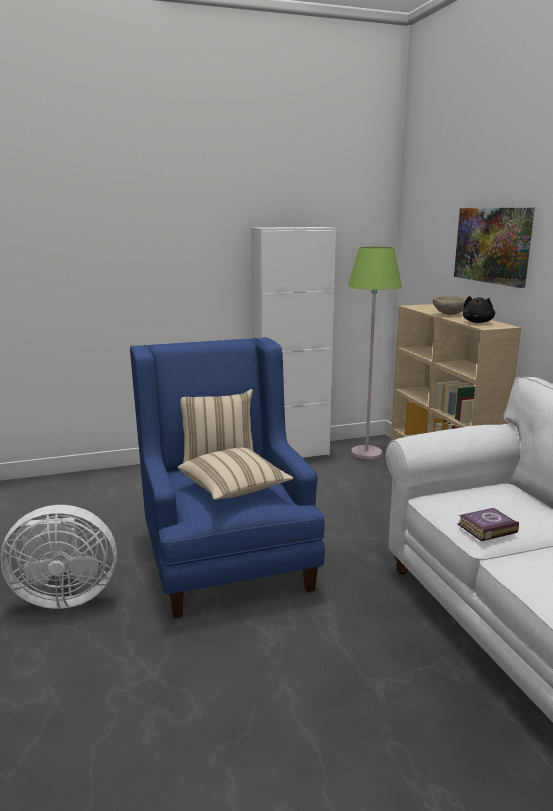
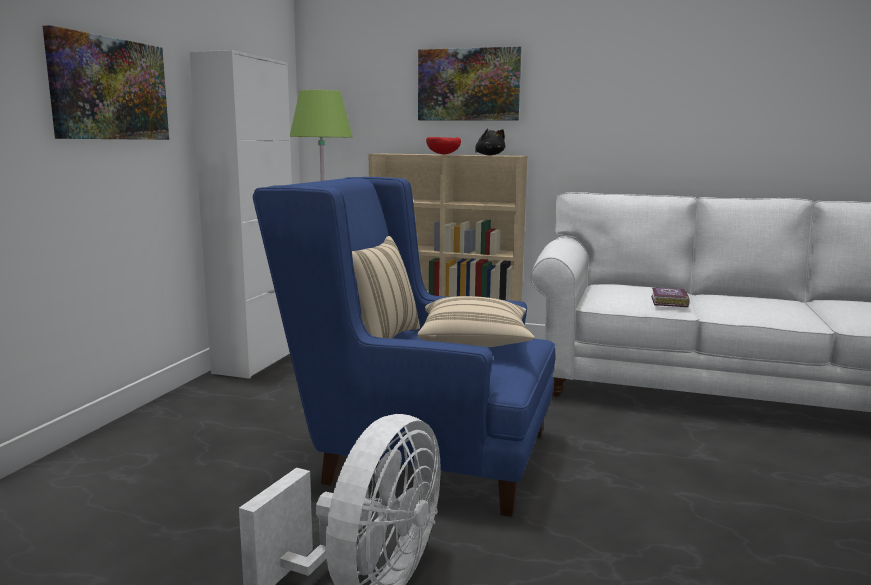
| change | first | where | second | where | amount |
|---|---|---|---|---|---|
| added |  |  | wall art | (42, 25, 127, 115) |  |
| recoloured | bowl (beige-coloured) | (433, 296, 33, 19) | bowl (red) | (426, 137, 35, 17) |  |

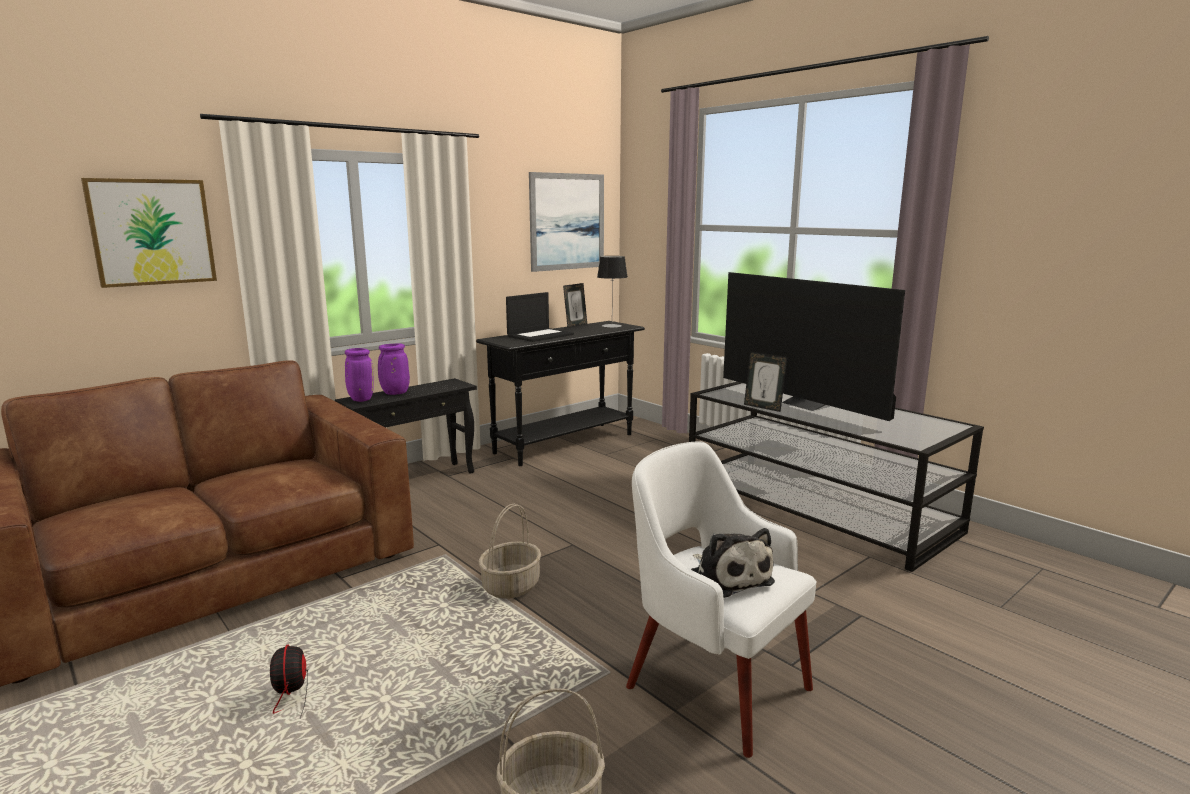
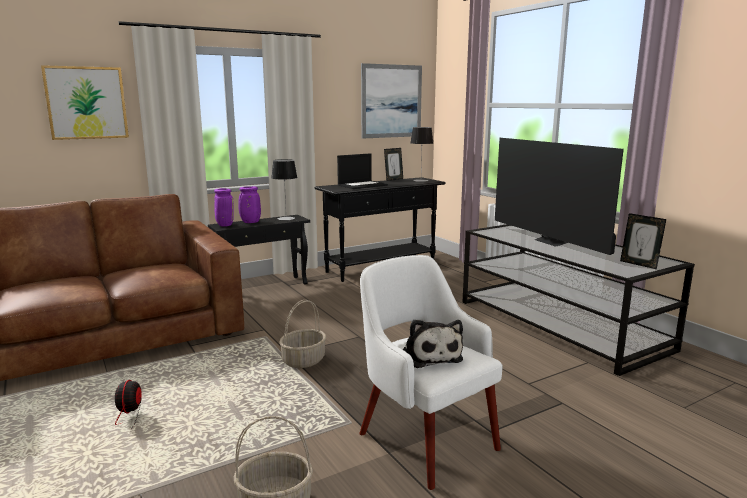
| change | first | where | second | where | amount |
|---|---|---|---|---|---|
| added |  |  | tabletop lamp | (271, 159, 27, 62) |  |
| moved | photo frame | (744, 351, 44, 61) |  | (620, 213, 46, 56) |  |

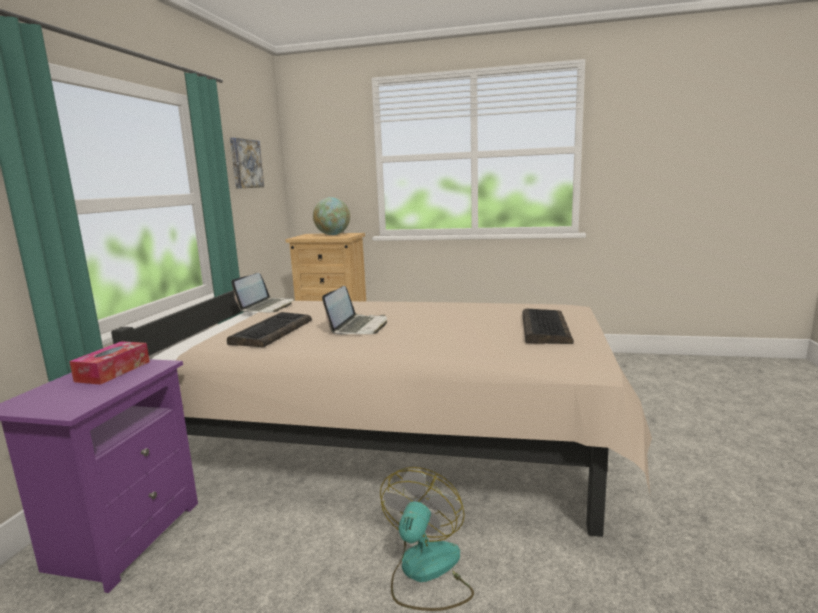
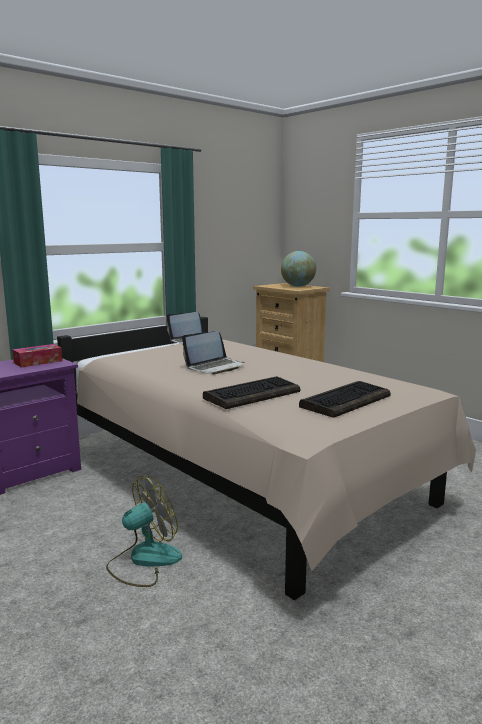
| change | first | where | second | where | amount |
|---|---|---|---|---|---|
| removed | wall art | (230, 138, 34, 51) |  |  |  |
| moved | computer keyboard | (227, 312, 85, 35) |  | (203, 376, 97, 33) |  |

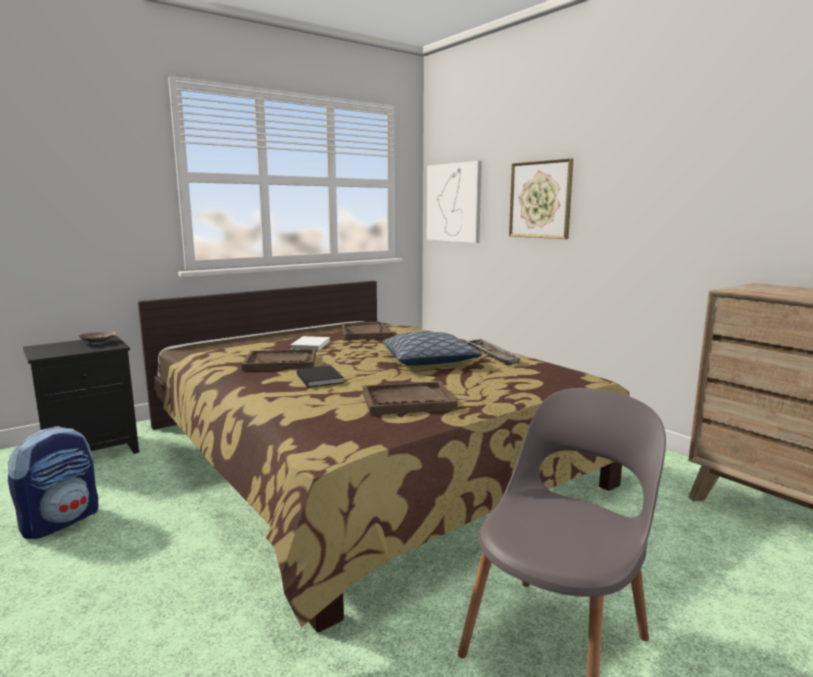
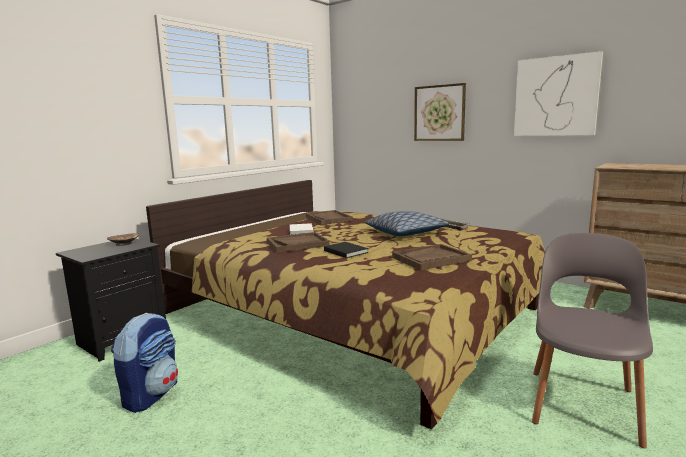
| change | first | where | second | where | amount |
|---|---|---|---|---|---|
| moved | wall art | (427, 161, 55, 82) |  | (514, 51, 89, 85) |  |

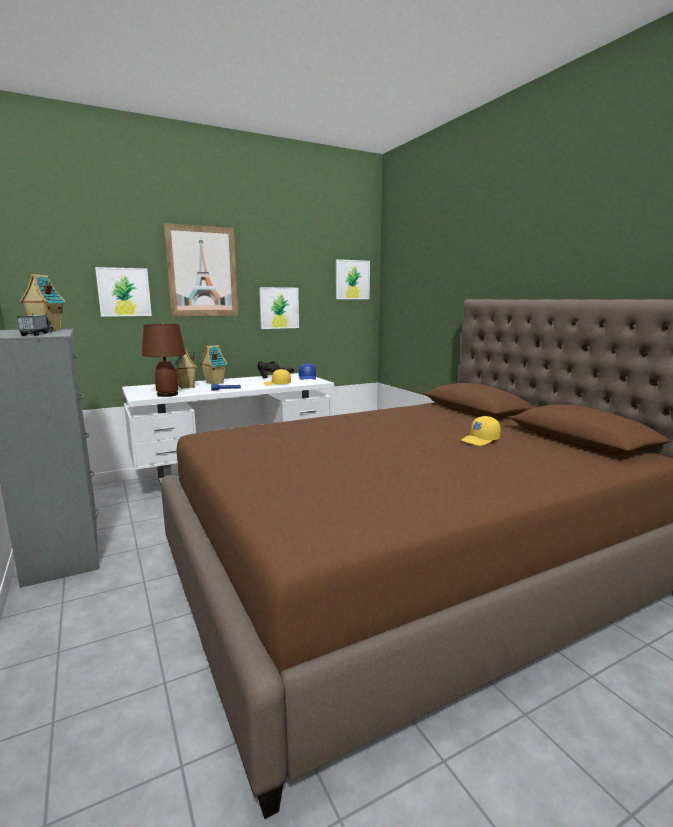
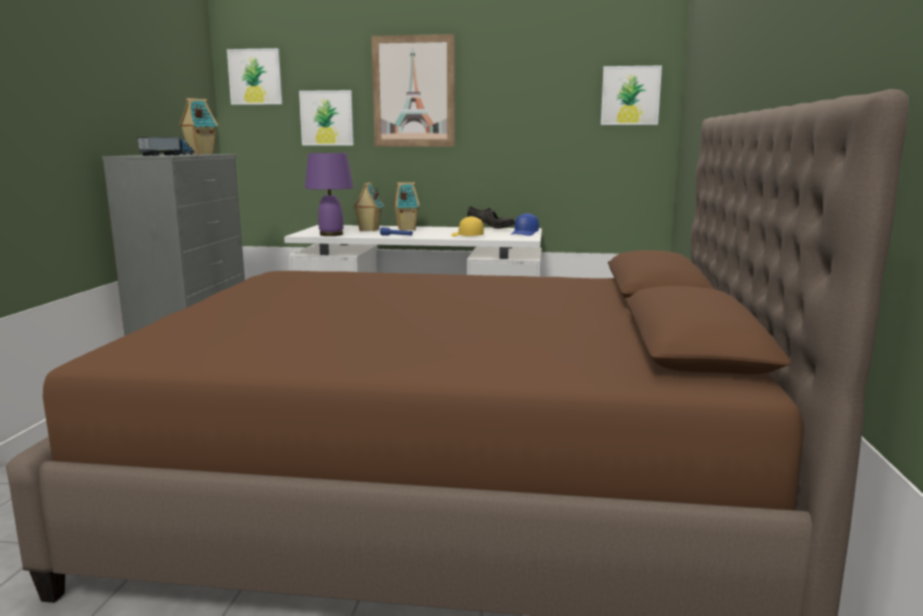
| change | first | where | second | where | amount |
|---|---|---|---|---|---|
| removed | cap (yellow) | (461, 416, 40, 30) |  |  |  |
| moved | wall art | (259, 287, 40, 42) |  | (227, 48, 55, 57) |  |
| recoloured | tabletop lamp (brownish) | (142, 324, 44, 73) | tabletop lamp (purplish) | (305, 153, 48, 83) |  |

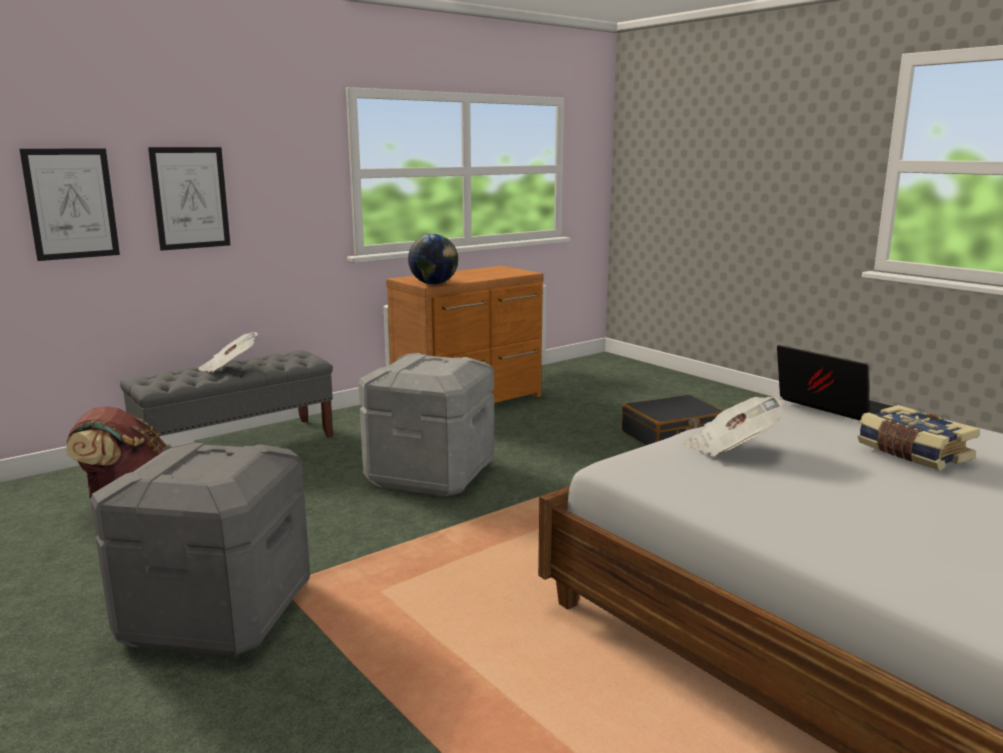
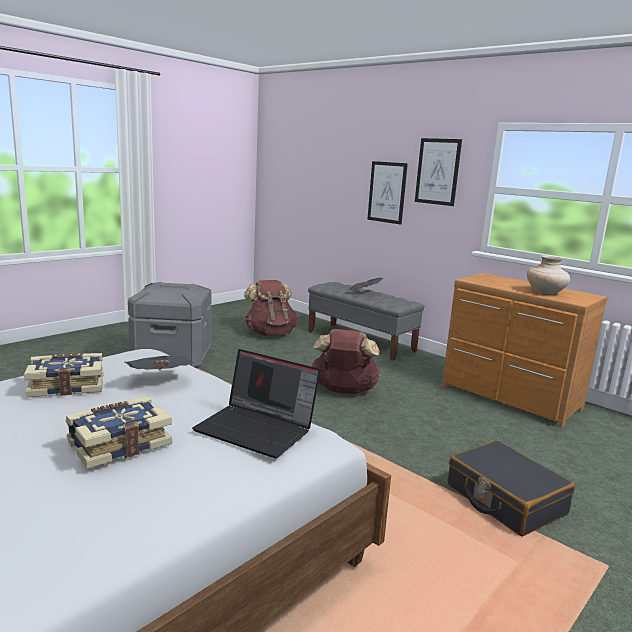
| change | first | where | second | where | amount |
|---|---|---|---|---|---|
| removed | desk globe | (408, 234, 50, 51) |  |  |  |
| added |  |  | book | (24, 353, 79, 44) |  |
| added |  |  | flower vase (beige-coloured) | (527, 256, 43, 39) |  |
| moved | wall art | (19, 149, 101, 112) |  | (415, 138, 47, 68) |  |
| replaced | storage bin (gray) | (359, 353, 135, 144) | knapsack (brownish) | (312, 329, 69, 65) |  |
| turned | laptop | (777, 345, 116, 75) |  | (192, 349, 128, 109) | 75 degrees clockwise |

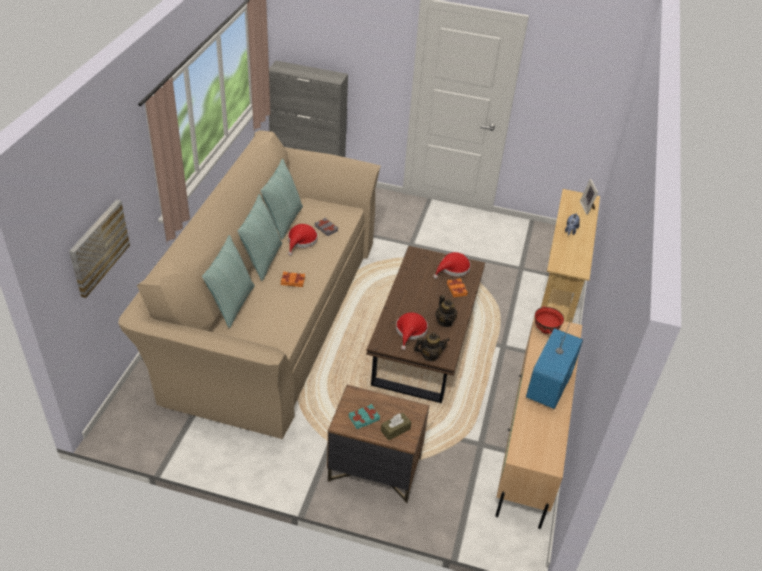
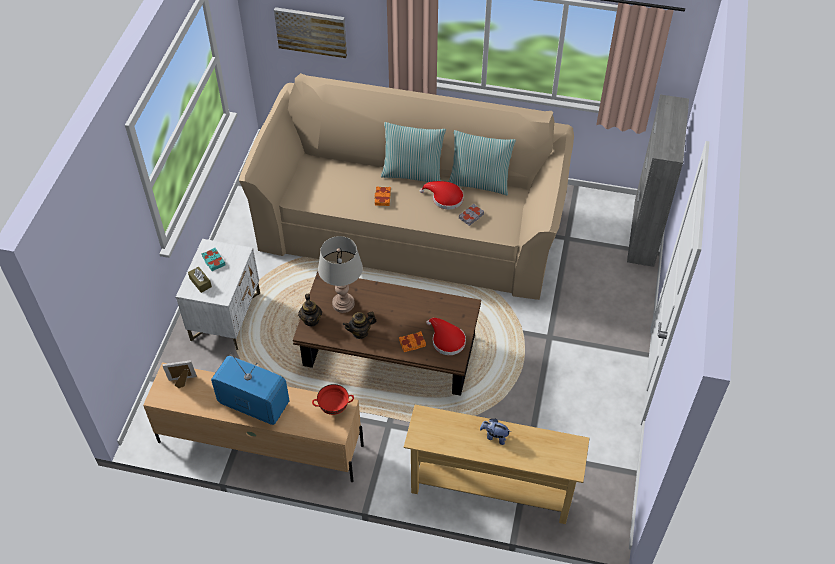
| change | first | where | second | where | amount |
|---|---|---|---|---|---|
| removed | throw pillow | (202, 235, 53, 93) |  |  |  |
| moved | photo frame | (580, 179, 18, 36) |  | (162, 360, 35, 28) |  |
| replaced | hat (red) | (396, 312, 32, 38) | tabletop lamp (gray) | (318, 236, 45, 77) |  |
| recoloured | bedside table (brownish) | (327, 385, 102, 118) | bedside table (white) | (176, 239, 84, 111) |  |

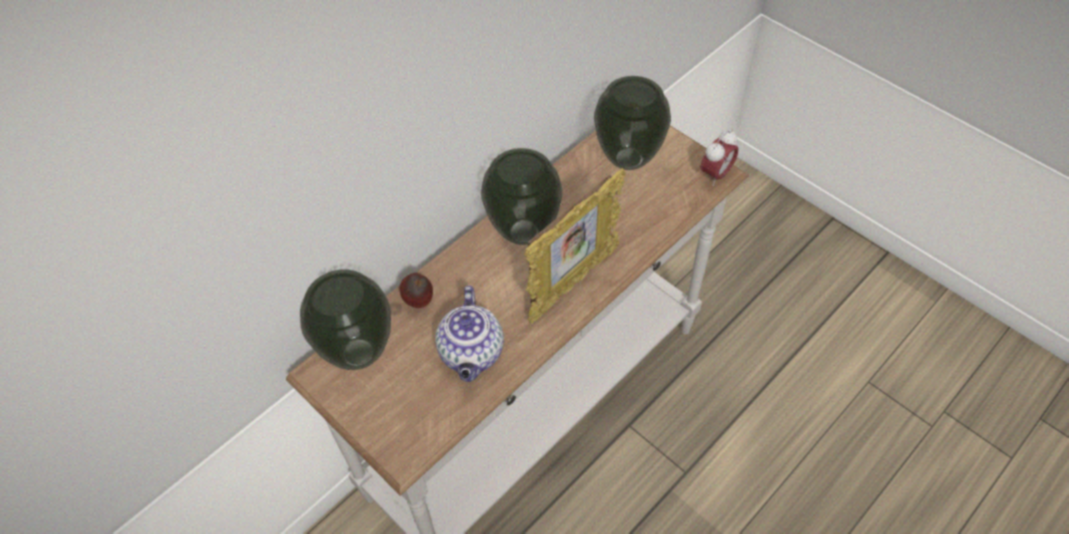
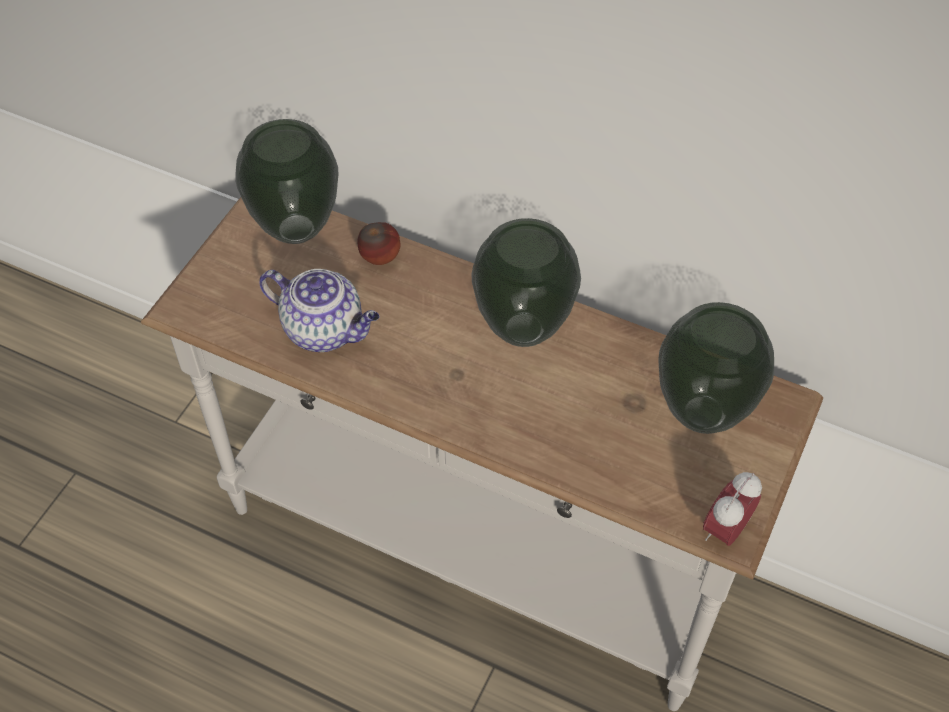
| change | first | where | second | where | amount |
|---|---|---|---|---|---|
| removed | photo frame | (524, 168, 102, 156) |  |  |  |
| turned | tea pot | (435, 285, 69, 97) |  | (259, 269, 121, 83) | 135 degrees counterclockwise |
| turned | alarm clock | (700, 129, 38, 57) |  | (703, 472, 59, 74) | 105 degrees clockwise |

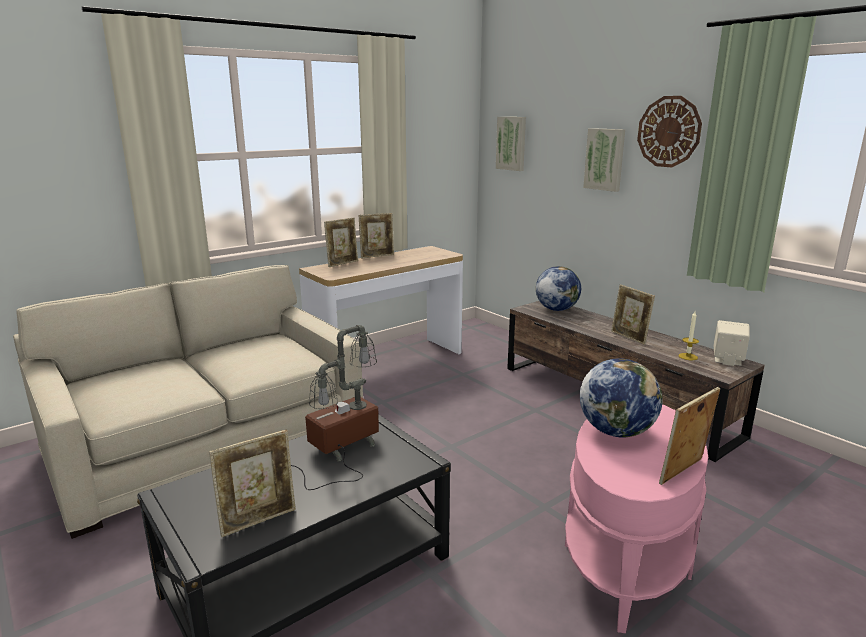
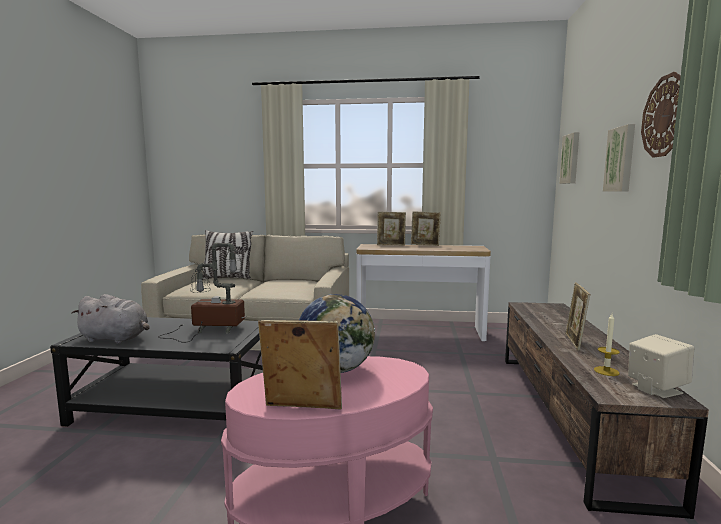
| change | first | where | second | where | amount |
|---|---|---|---|---|---|
| removed | desk globe | (536, 266, 45, 45) |  |  |  |
| added |  |  | throw pillow | (203, 230, 50, 49) |  |
| replaced | photo frame | (209, 430, 87, 107) | soft toy (gray) | (72, 294, 78, 50) |  |

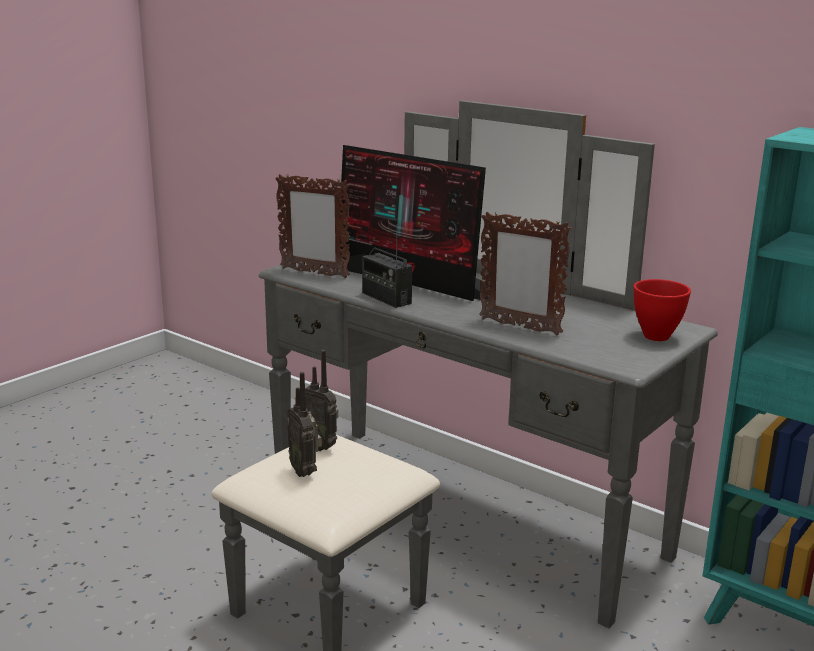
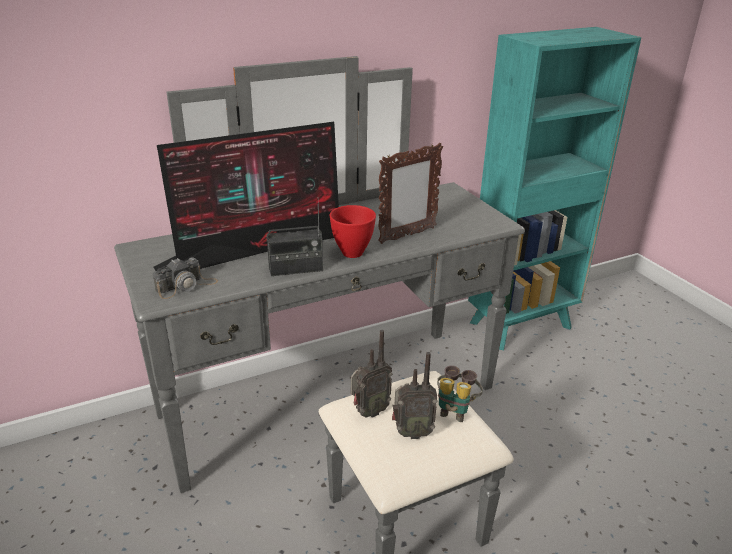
| change | first | where | second | where | amount |
|---|---|---|---|---|---|
| added |  |  | pair of binoculars | (437, 365, 46, 57) |  |
| moved | bowl (red) | (634, 279, 57, 62) |  | (330, 205, 46, 53) |  |
| replaced | photo frame | (275, 174, 75, 104) | still camera | (153, 257, 65, 42) |  |

